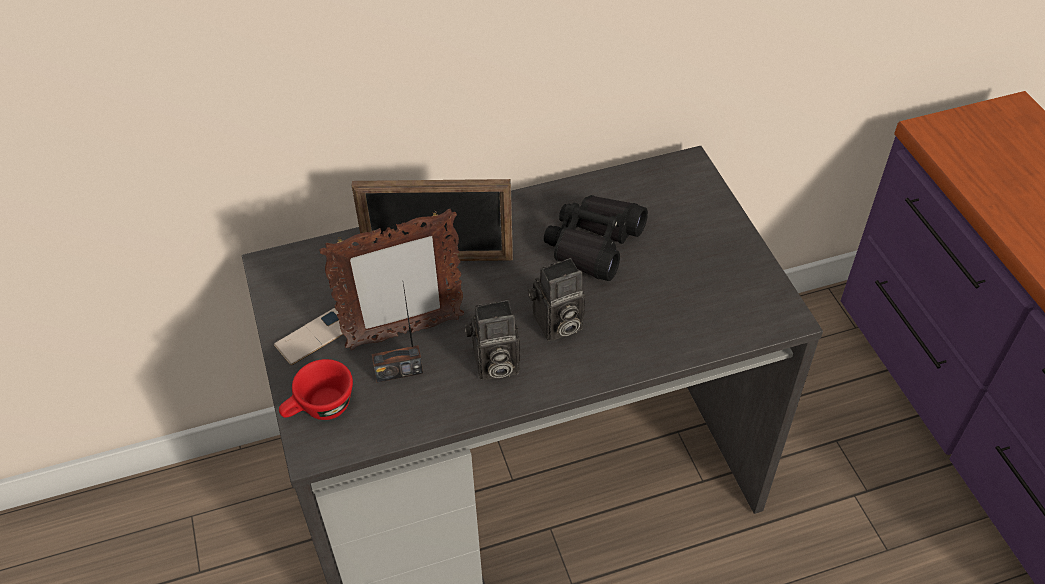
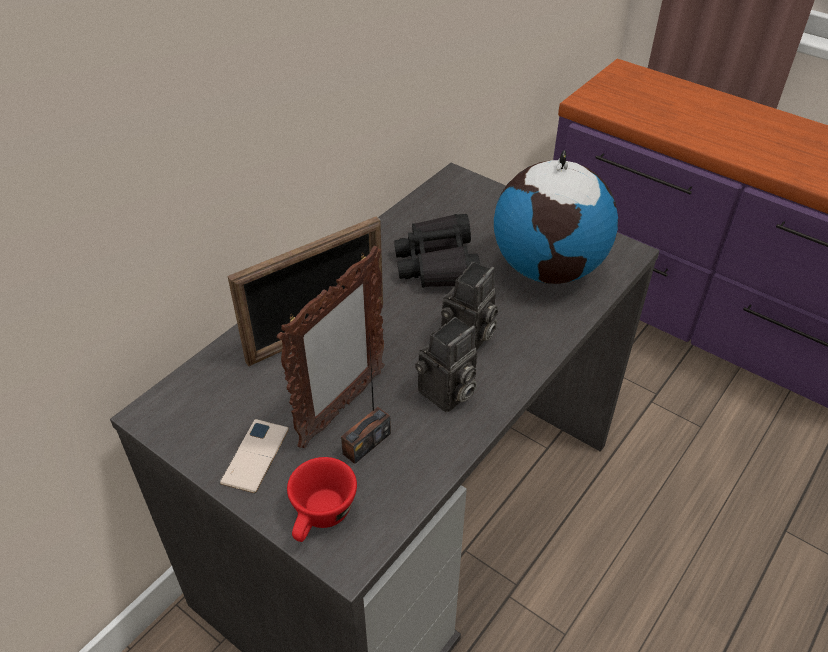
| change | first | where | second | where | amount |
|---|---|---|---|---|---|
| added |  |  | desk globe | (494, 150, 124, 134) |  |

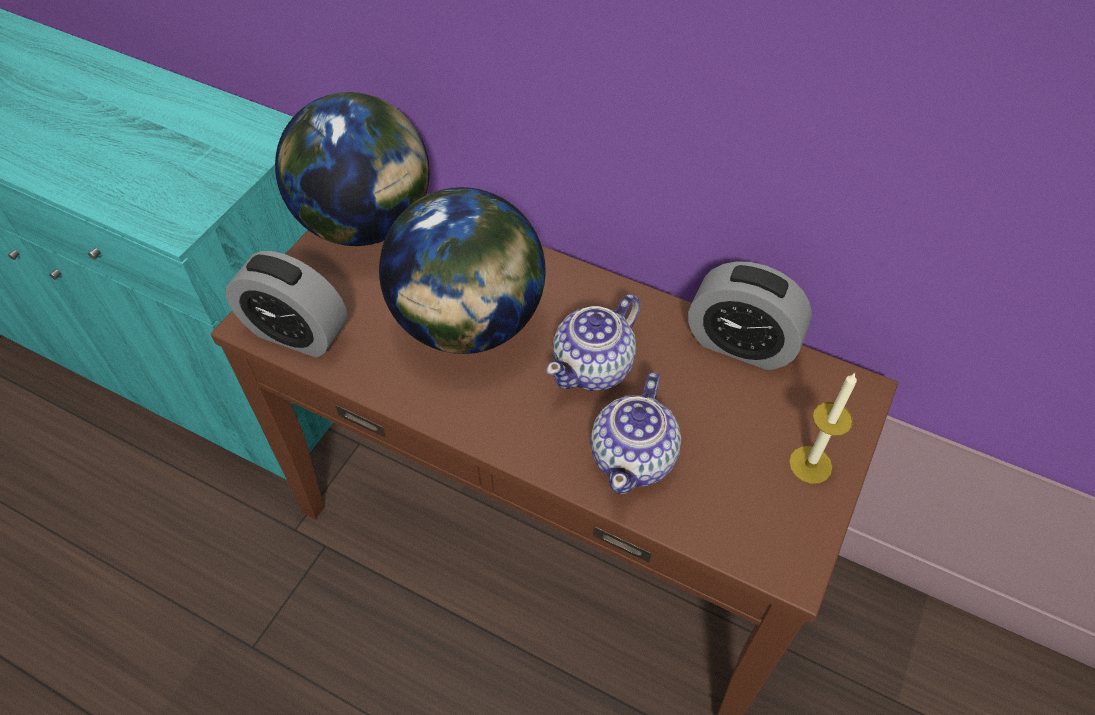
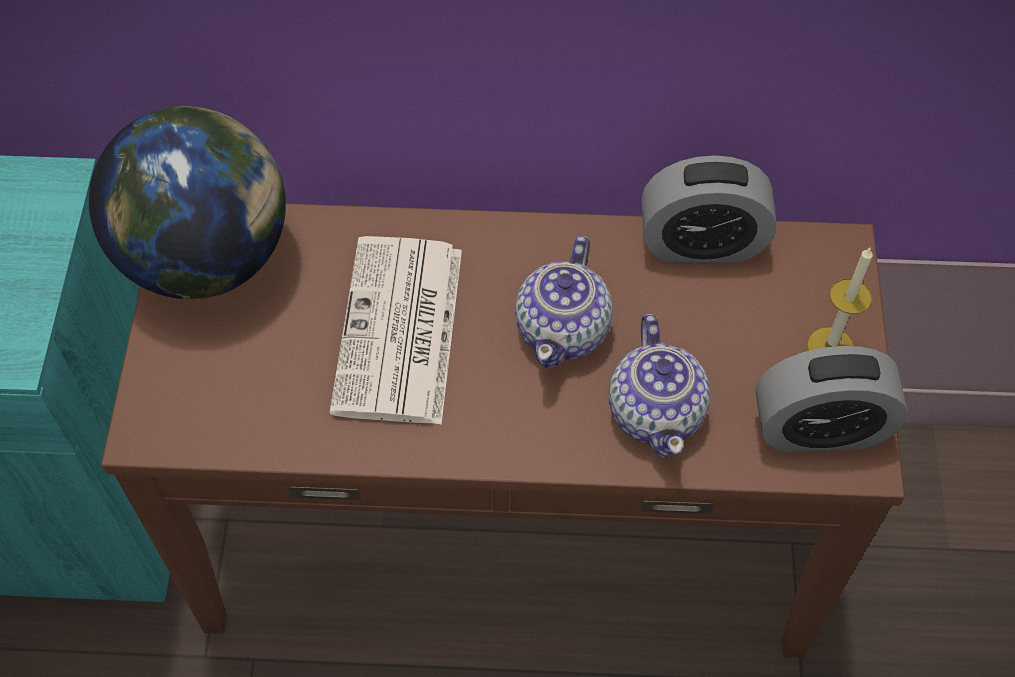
| change | first | where | second | where | amount |
|---|---|---|---|---|---|
| moved | alarm clock | (226, 251, 121, 106) |  | (756, 346, 152, 106) |  |
| replaced | desk globe | (379, 187, 167, 167) | daily paper | (330, 236, 132, 189) |  |

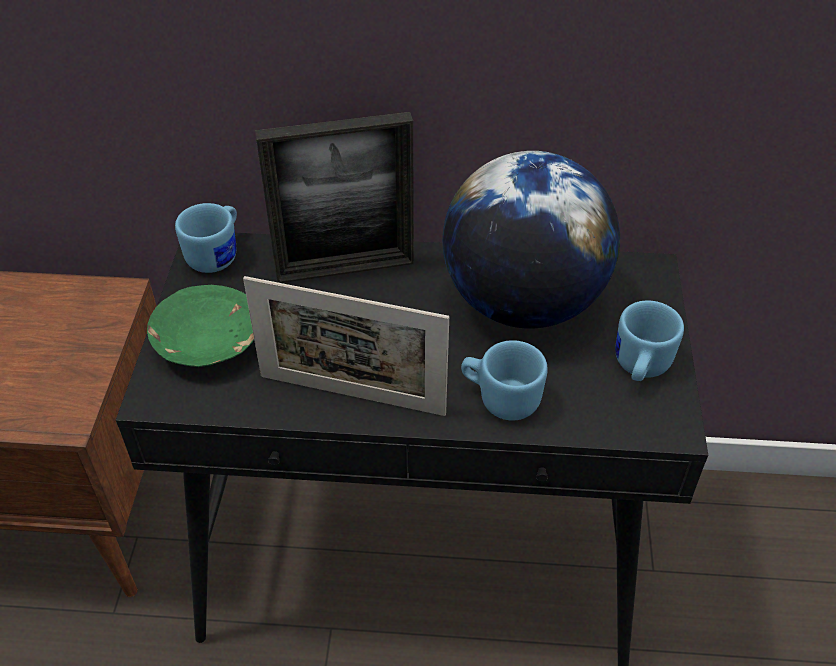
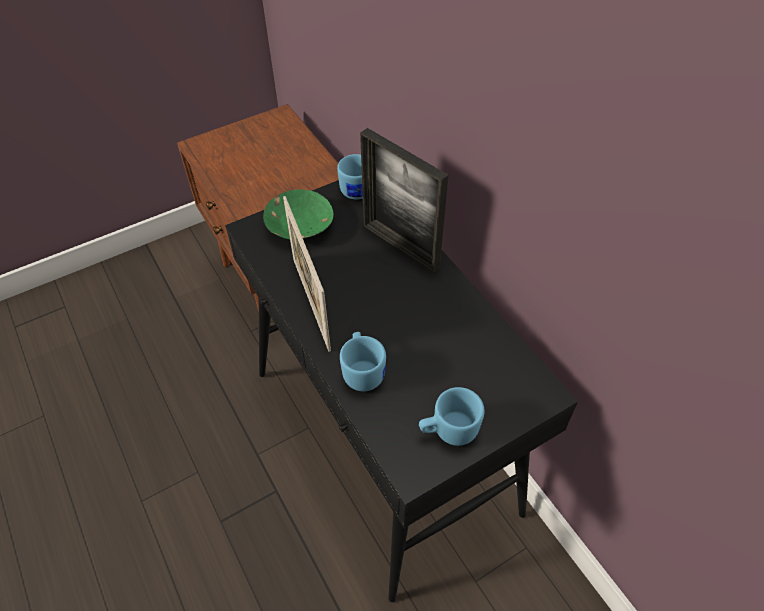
| change | first | where | second | where | amount |
|---|---|---|---|---|---|
| removed | desk globe | (442, 151, 178, 178) |  |  |  |

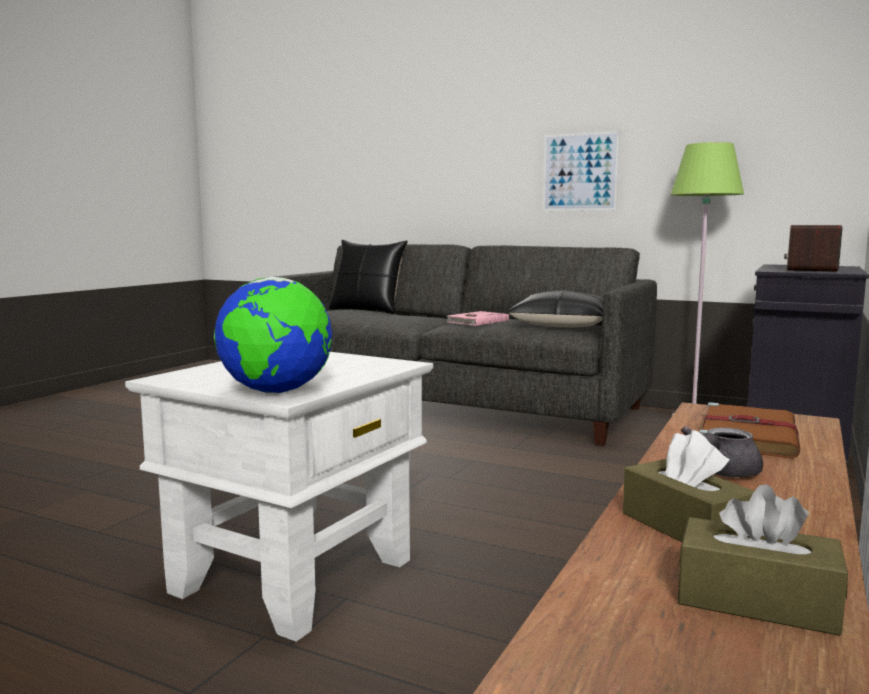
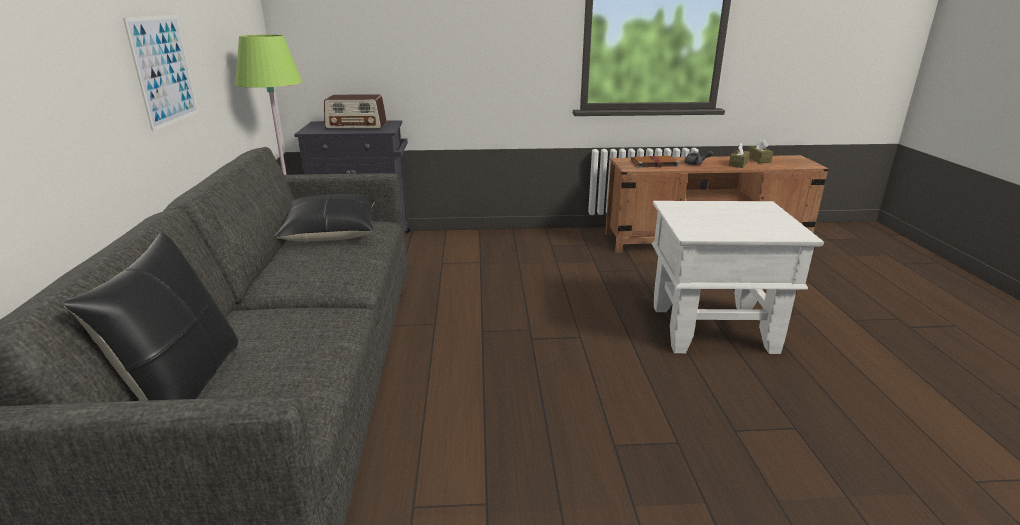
| change | first | where | second | where | amount |
|---|---|---|---|---|---|
| removed | desk globe | (214, 277, 119, 116) |  |  |  |
| removed | book (pink) | (446, 311, 63, 15) |  |  |  |

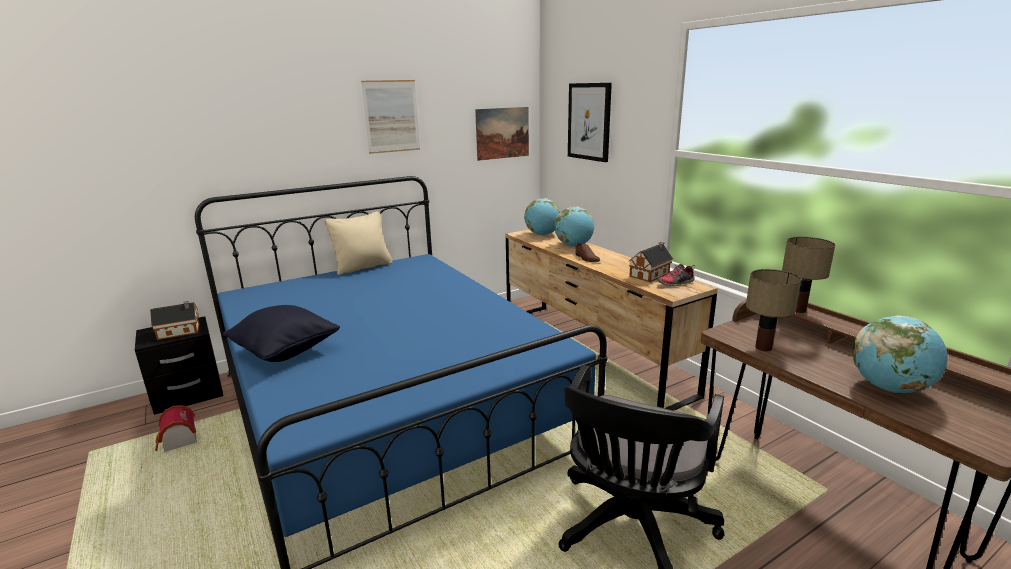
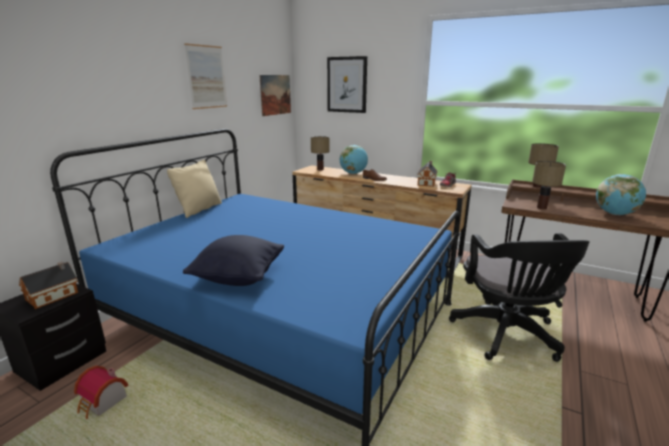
| change | first | where | second | where | amount |
|---|---|---|---|---|---|
| replaced | desk globe | (524, 198, 36, 38) | tabletop lamp | (311, 136, 19, 35) |  |

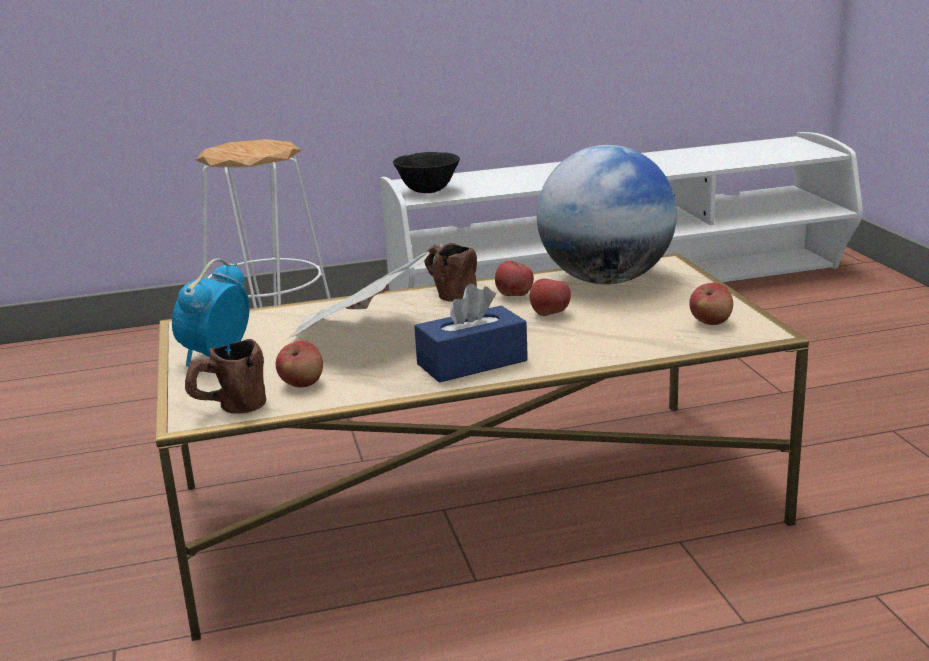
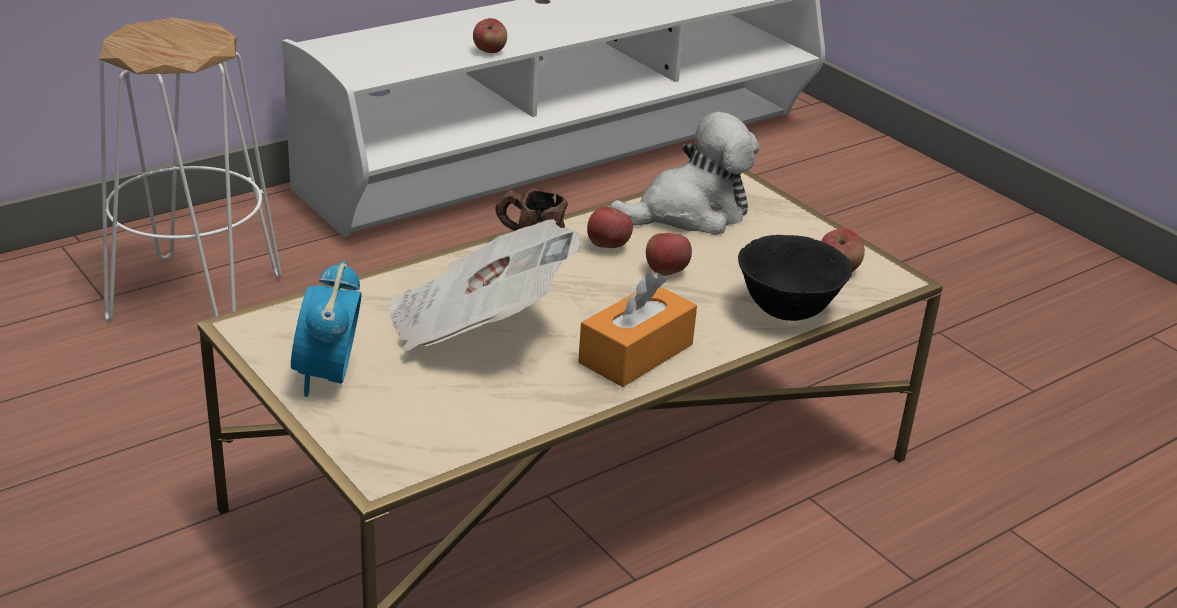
| change | first | where | second | where | amount |
|---|---|---|---|---|---|
| removed | coffee mug (brownish) | (185, 339, 81, 75) |  |  |  |
| moved | whole apple | (276, 341, 47, 46) |  | (473, 18, 34, 35) |  |
| moved | bowl (black-coloured) | (393, 152, 67, 41) |  | (738, 235, 114, 86) |  |
| replaced | desk globe | (537, 145, 140, 140) | soft toy | (610, 111, 150, 124) |  |
| recoloured | tissue box (blue-coloured) | (414, 284, 114, 99) | tissue box (orange-coloured) | (578, 272, 119, 115) |  |

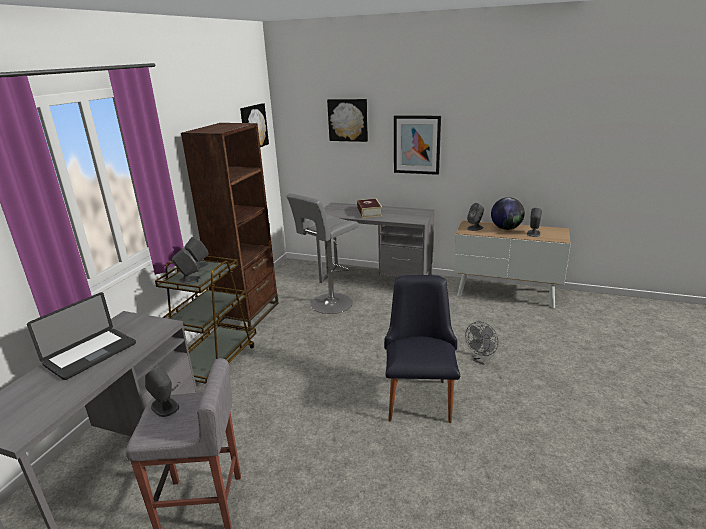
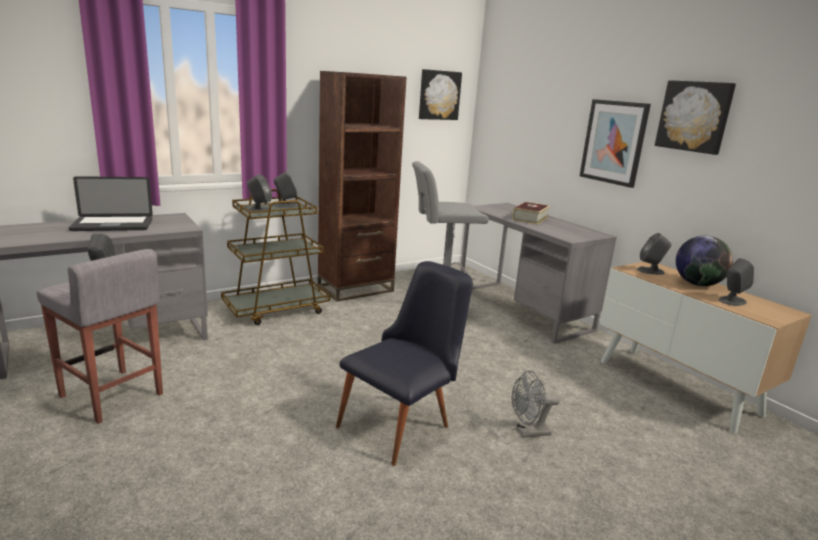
| change | first | where | second | where | amount |
|---|---|---|---|---|---|
| moved | wall art | (327, 99, 41, 43) |  | (655, 80, 81, 75) |  |

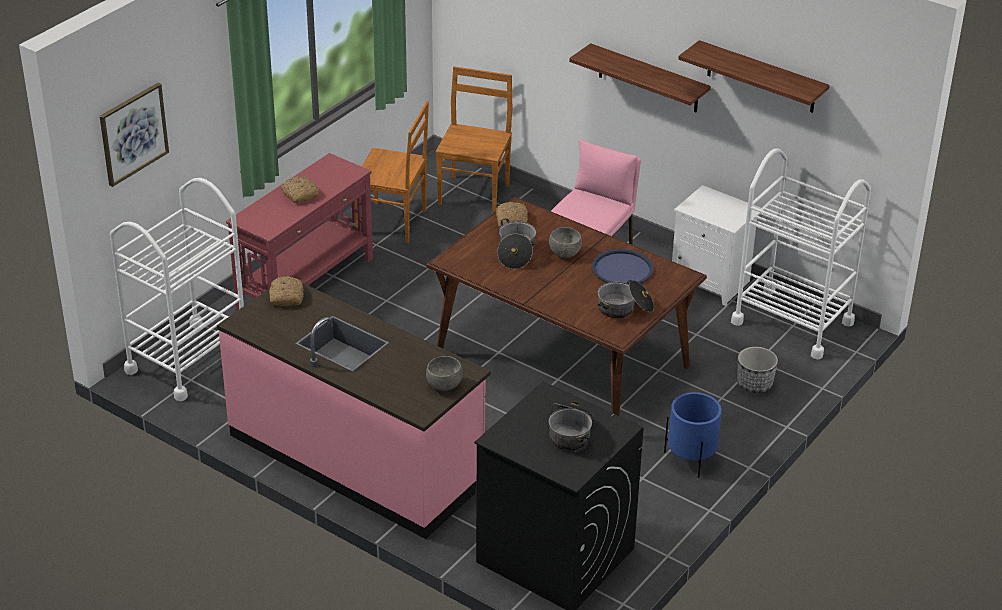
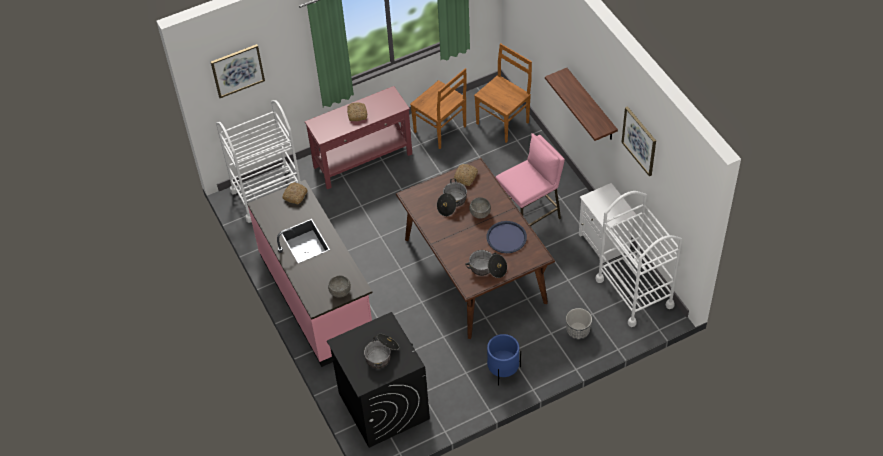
| change | first | where | second | where | amount |
|---|---|---|---|---|---|
| replaced | wall shelf | (678, 40, 152, 73) | wall art | (621, 106, 35, 70) |  |

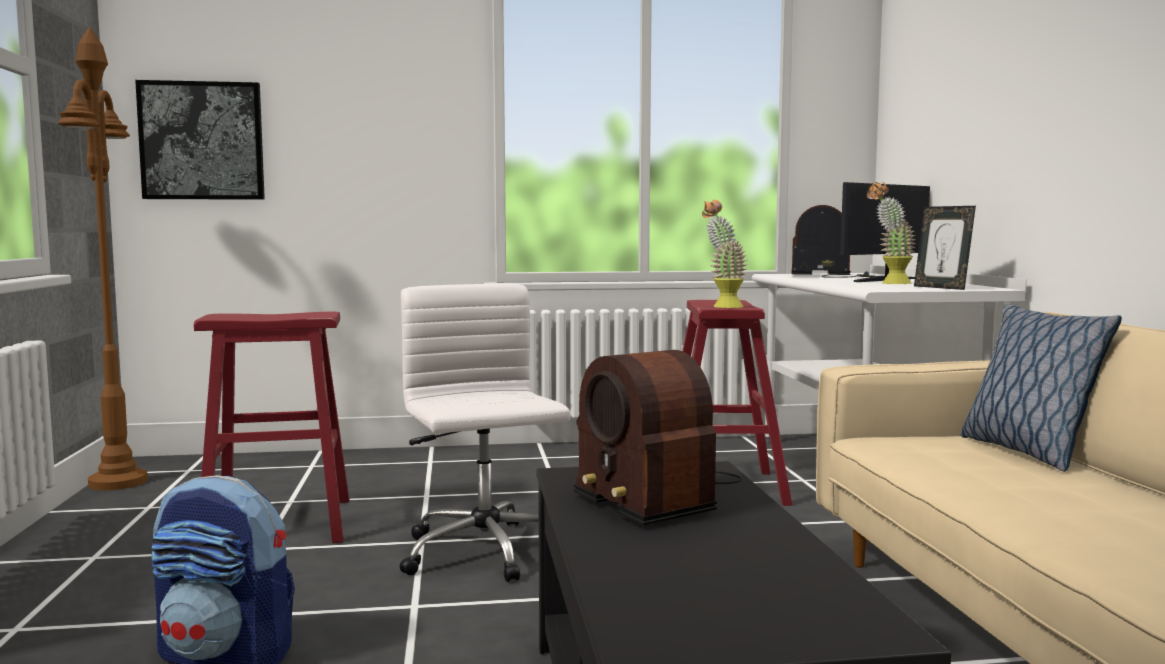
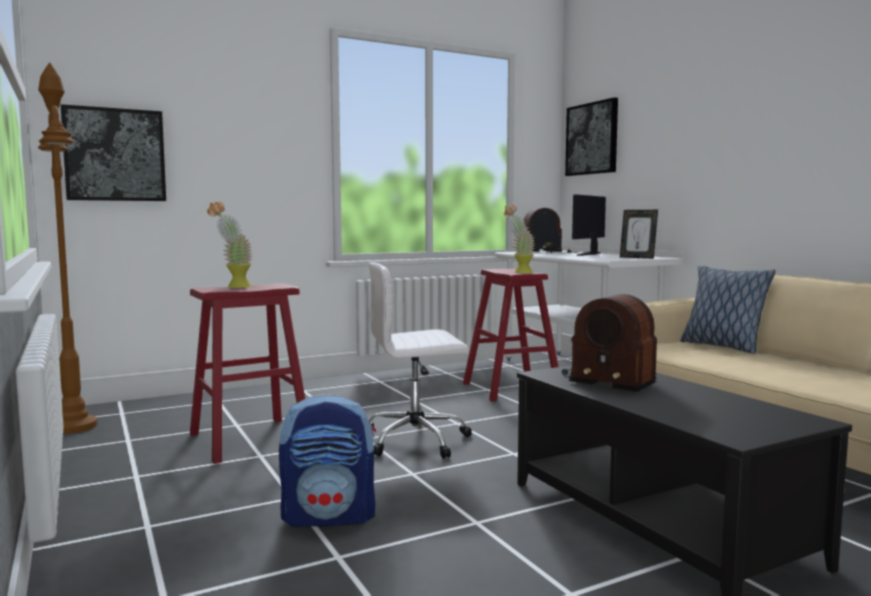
| change | first | where | second | where | amount |
|---|---|---|---|---|---|
| added |  |  | wall art | (565, 97, 53, 79) |  |
| moved | houseplant | (867, 182, 49, 102) |  | (207, 202, 45, 86) |  |
| turned | computer chair (white) | (400, 284, 171, 298) |  | (369, 262, 103, 197) | 60 degrees counterclockwise |

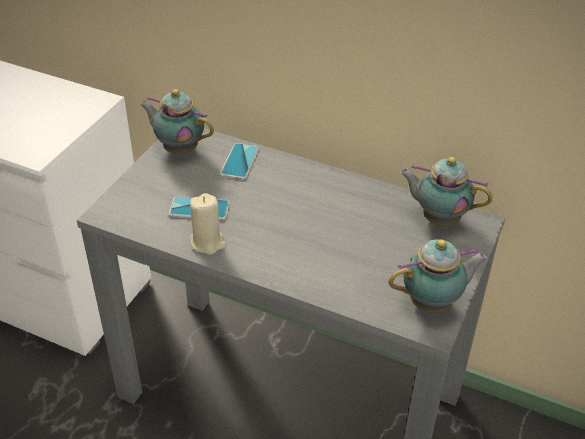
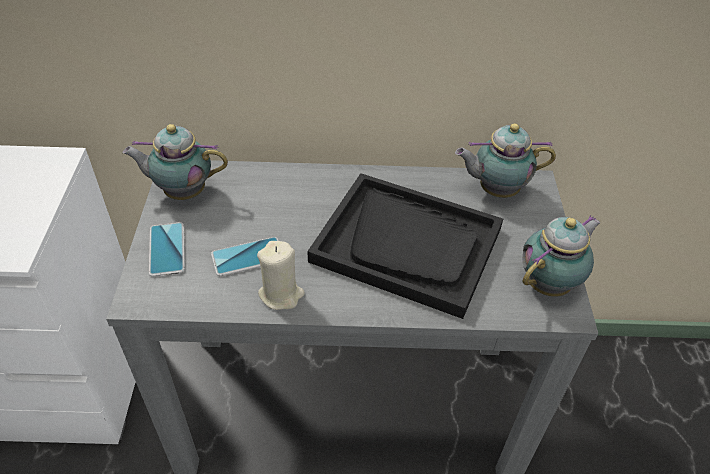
| change | first | where | second | where | amount |
|---|---|---|---|---|---|
| added |  |  | serving tray (black-coloured) | (307, 173, 196, 146) |  |
| moved | handset | (220, 143, 39, 36) |  | (149, 222, 36, 55) |  |

